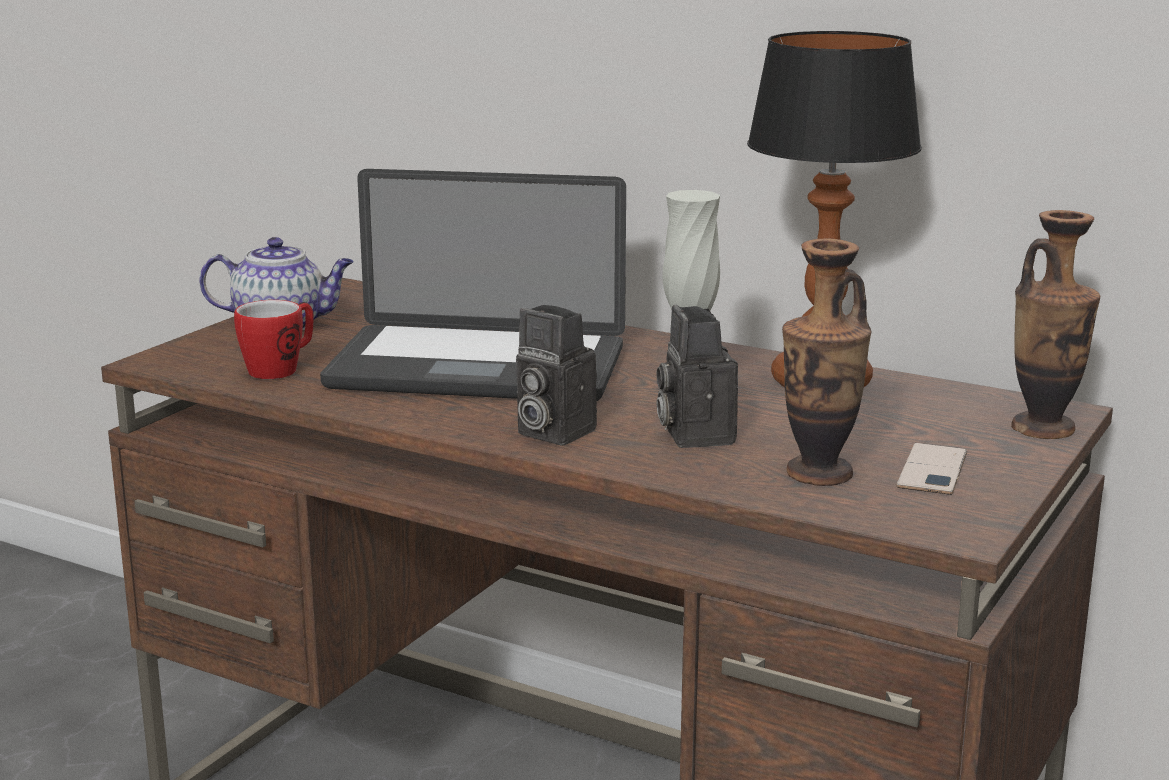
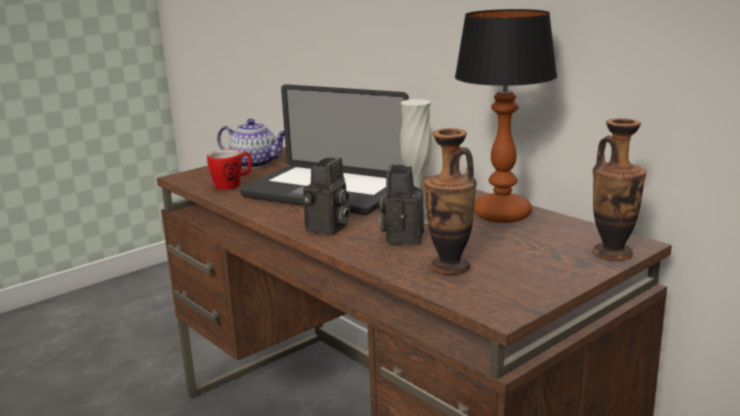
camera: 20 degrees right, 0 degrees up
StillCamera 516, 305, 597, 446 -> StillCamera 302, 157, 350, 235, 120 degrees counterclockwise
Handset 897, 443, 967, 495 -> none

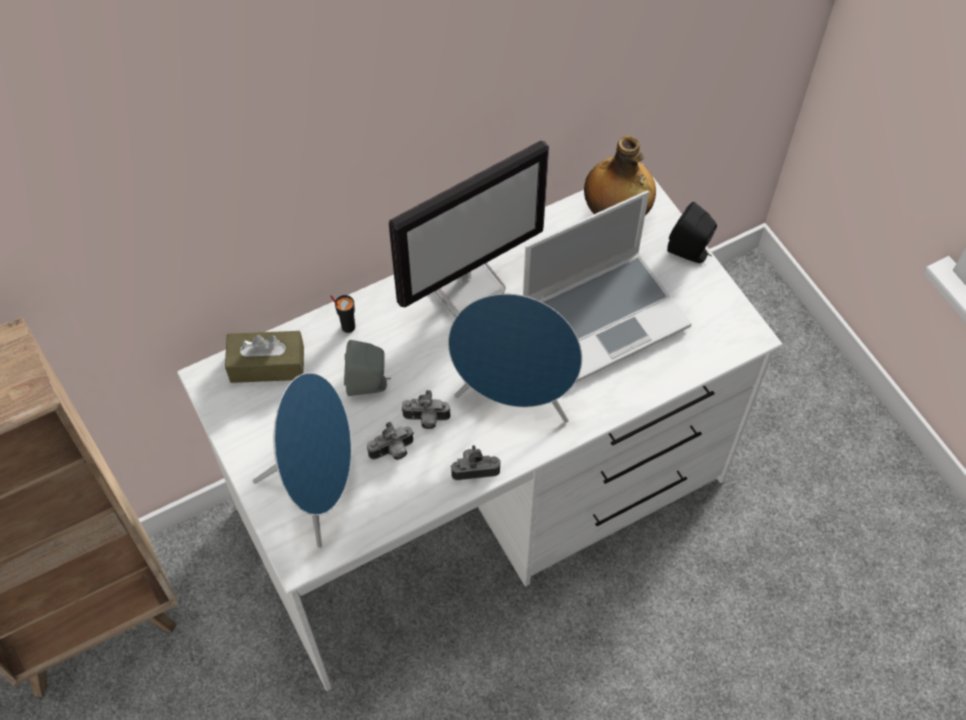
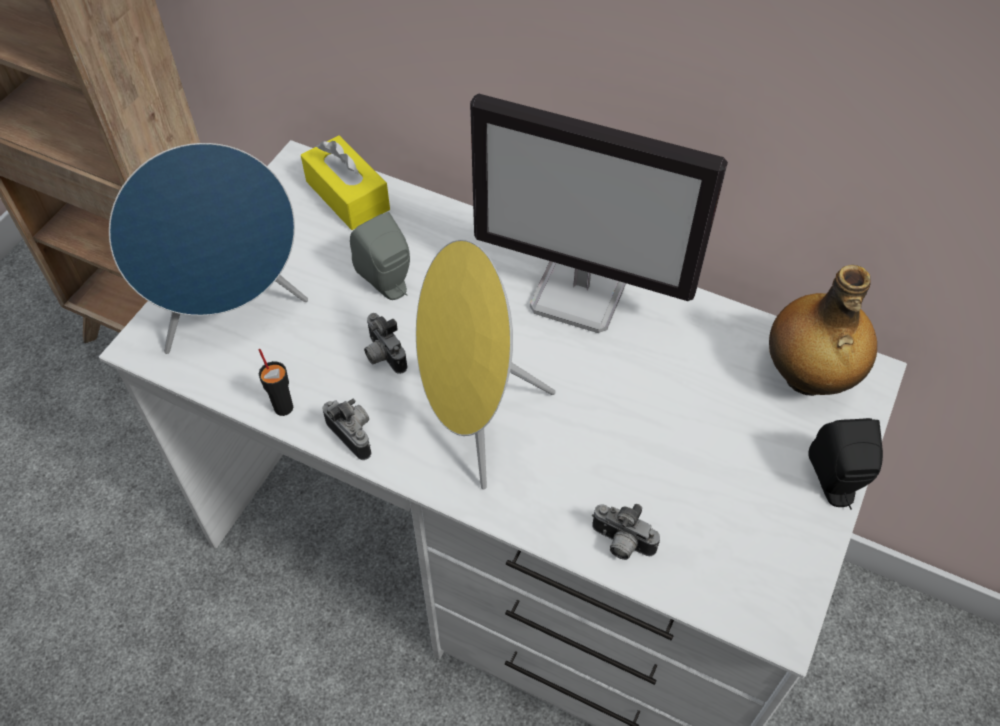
camera: 55 degrees right, 5 degrees down
NotebookComputer 523, 190, 691, 383 -> none
BluishLoudspeaker 448, 294, 582, 423 -> YellowLoudspeaker 416, 239, 556, 490
BlackColouredCup 330, 295, 355, 333 -> BlackColouredCup 259, 349, 293, 416, moved
BrownishTissueBox 225, 331, 304, 383 -> YellowTissueBox 301, 136, 390, 230
StillCamera 367, 422, 414, 460 -> StillCamera 592, 504, 660, 560, moved

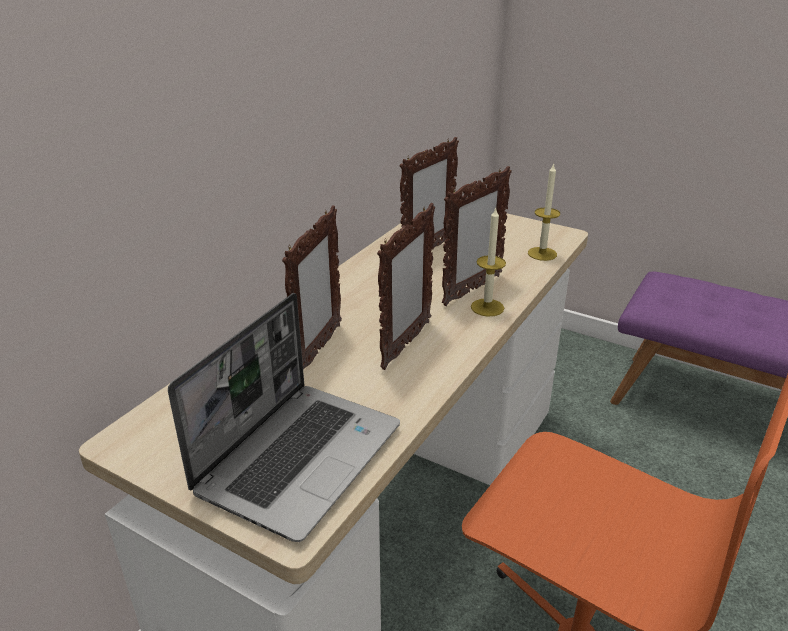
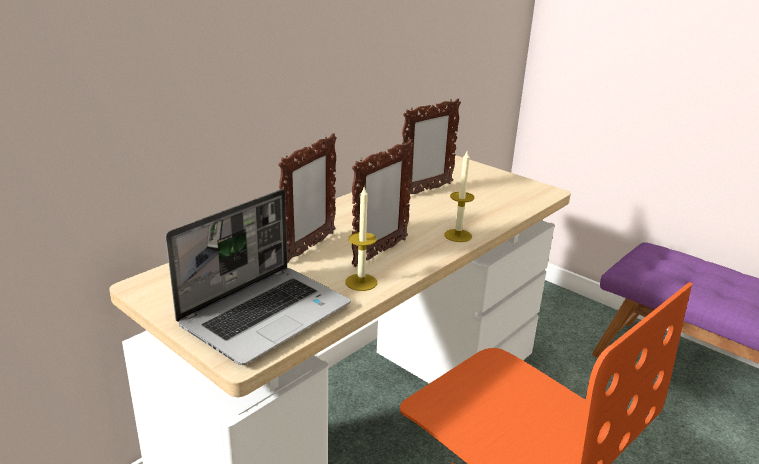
camera: 10 degrees right, 5 degrees down
Candle 528, 163, 560, 261 -> Candle 345, 187, 377, 291, moved
PictureFrame 442, 166, 512, 306 -> none

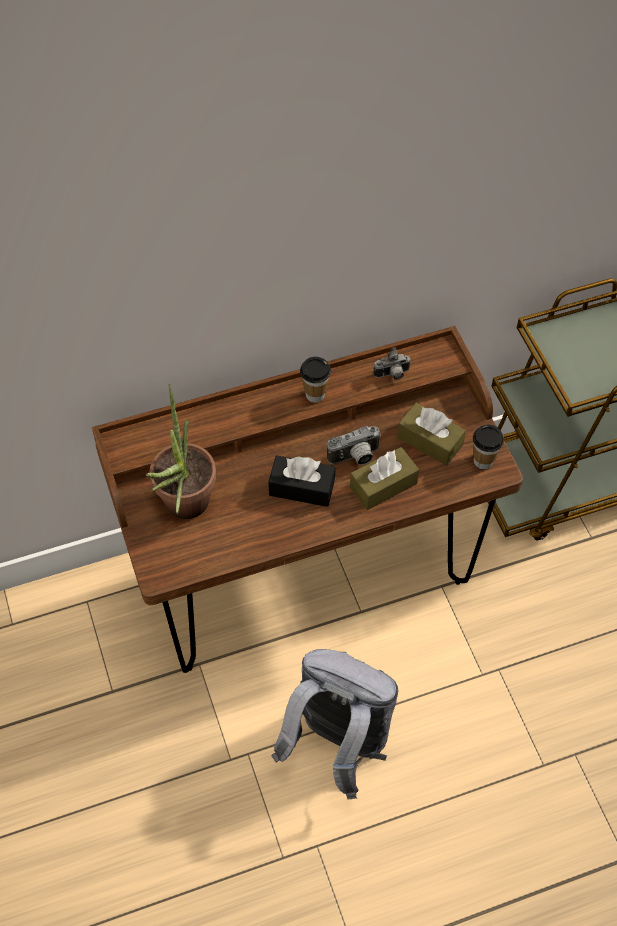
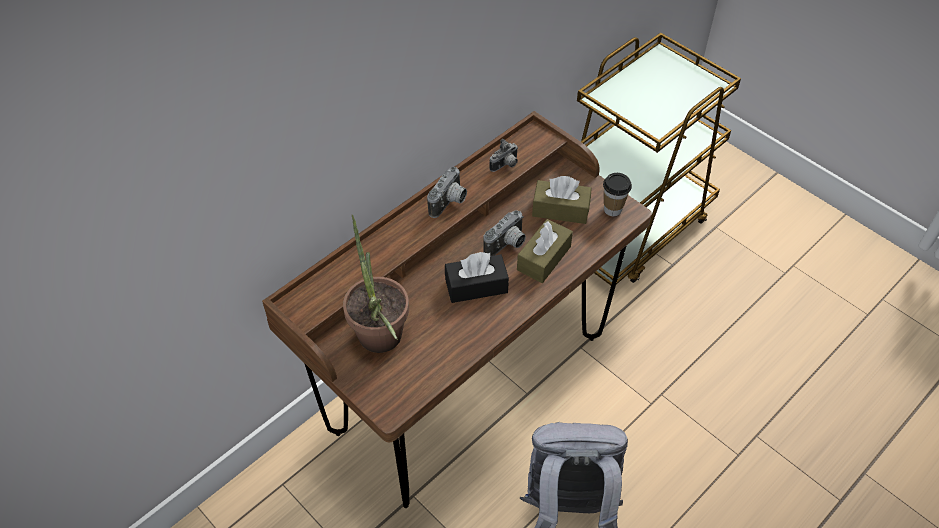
camera: 25 degrees left, 5 degrees down
Cup 300, 357, 331, 403 -> StillCamera 427, 167, 467, 218

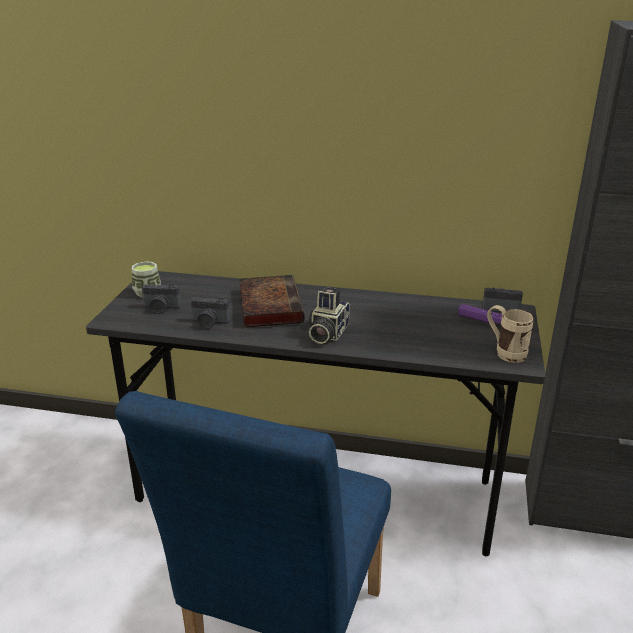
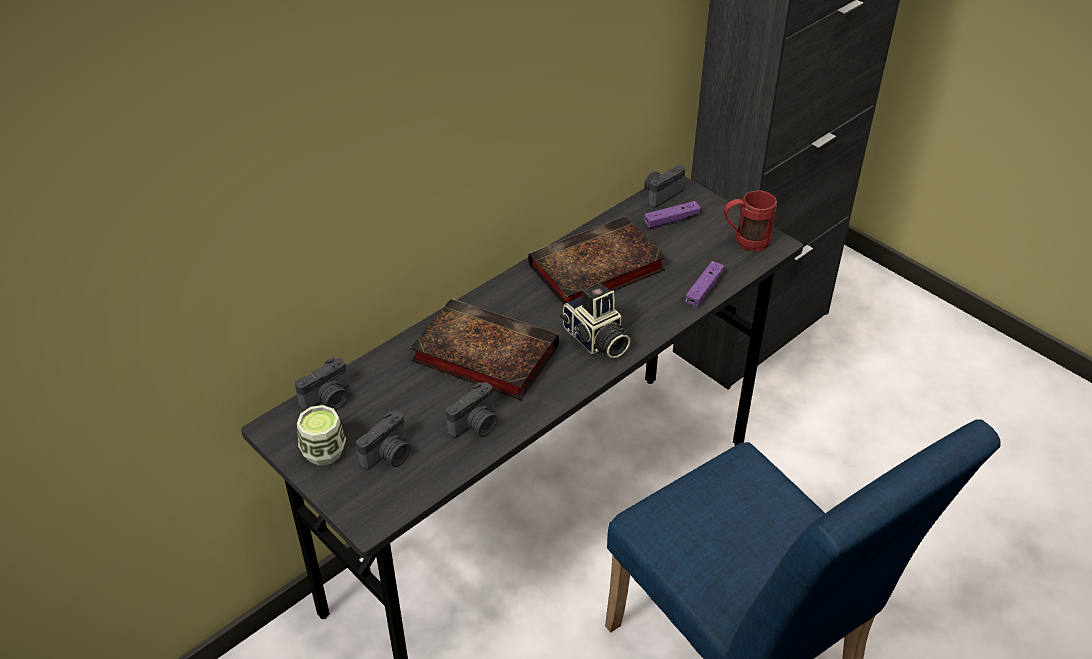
camera: 55 degrees left, 15 degrees up
BeigeColouredMug 487, 305, 533, 363 -> ReddishMug 724, 190, 777, 251
none -> BoundBook 528, 216, 666, 305
none -> PurpleColouredJoypad 685, 261, 725, 307
none -> StillCamera 295, 357, 349, 411

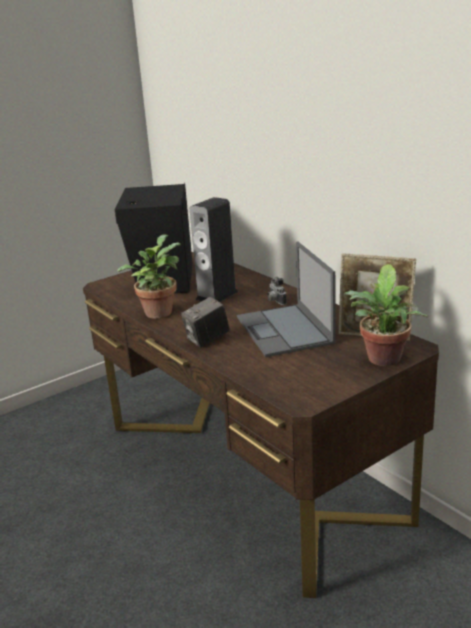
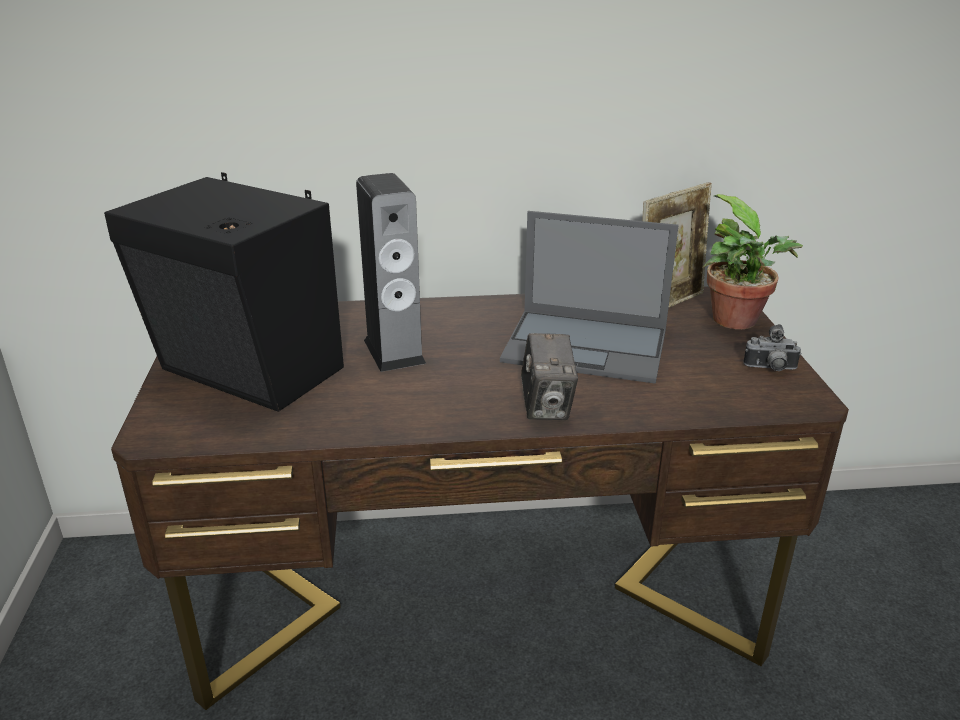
camera: 60 degrees left, 5 degrees up
PlantInAPot 117, 235, 181, 319 -> none
StillCamera 267, 277, 287, 305 -> StillCamera 743, 324, 801, 371, moved

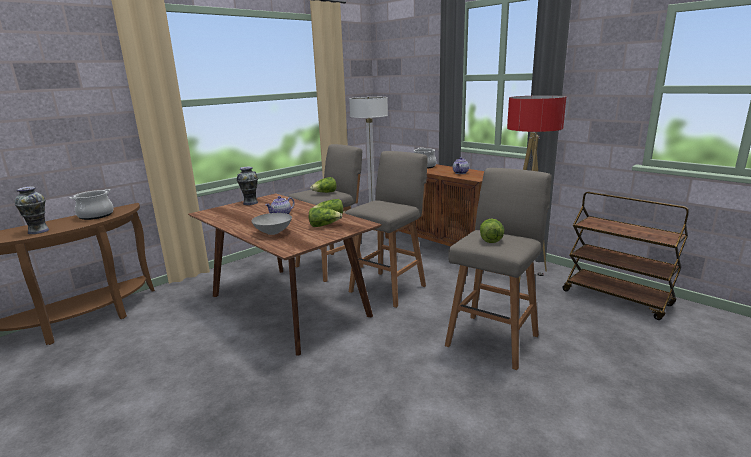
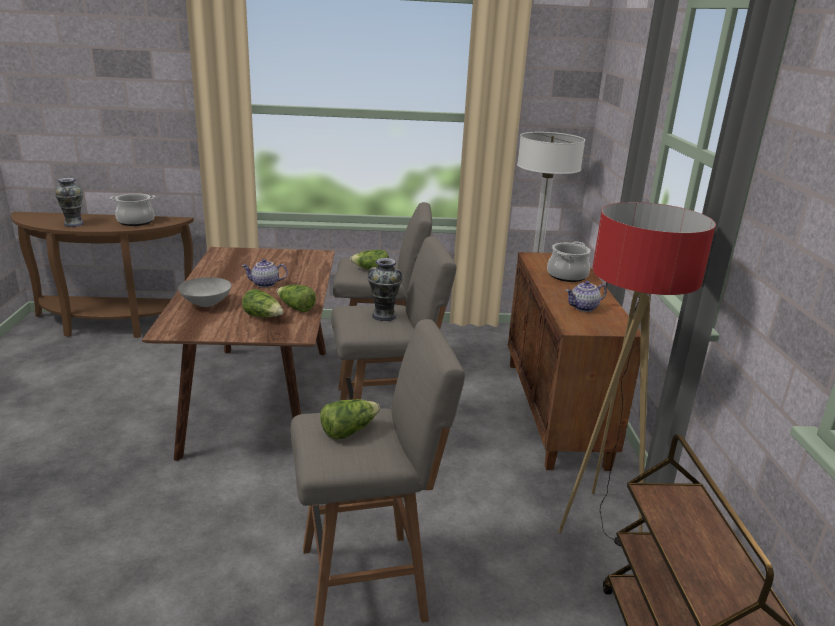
camera: 40 degrees right, 5 degrees up
DecorativeVase 236, 167, 258, 205 -> DecorativeVase 368, 258, 402, 321, moved

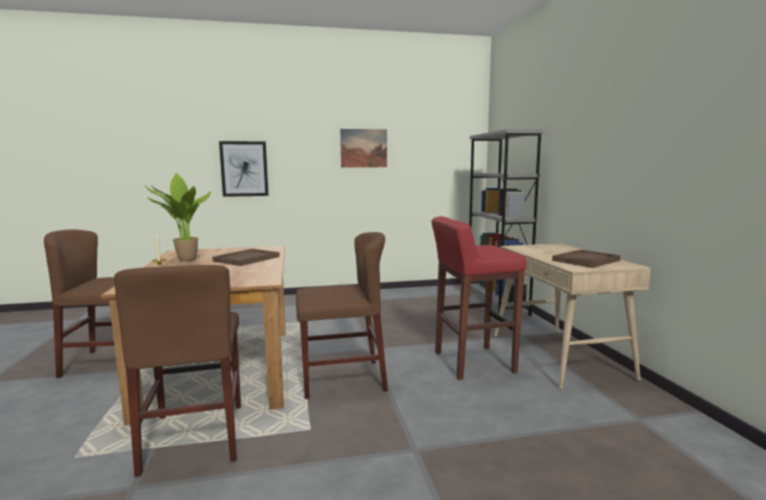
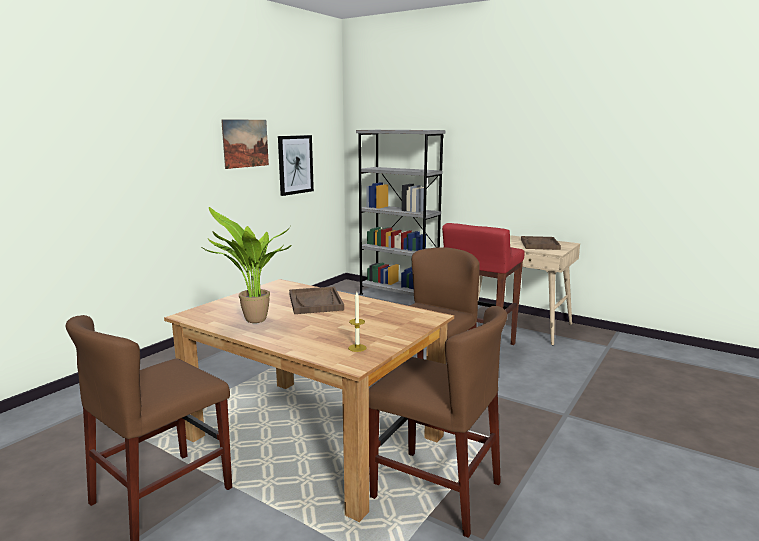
camera: 45 degrees left, 5 degrees up
Picture 219, 141, 269, 197 -> Picture 278, 135, 314, 196, moved

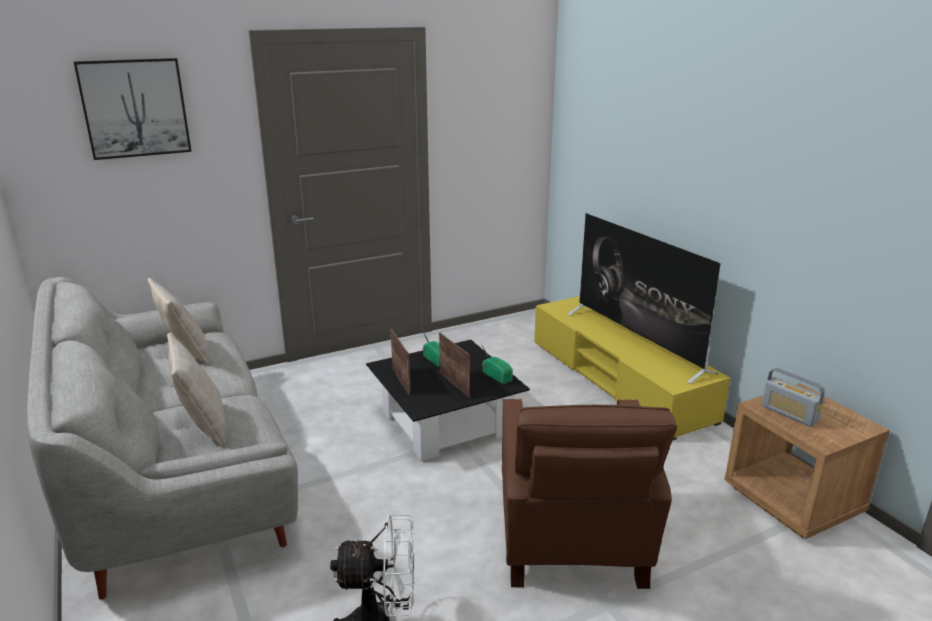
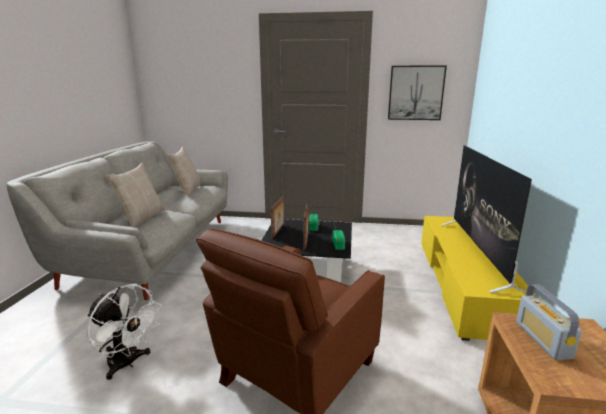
camera: 35 degrees right, 5 degrees down
Picture 74, 58, 192, 160 -> Picture 388, 65, 447, 120, moved

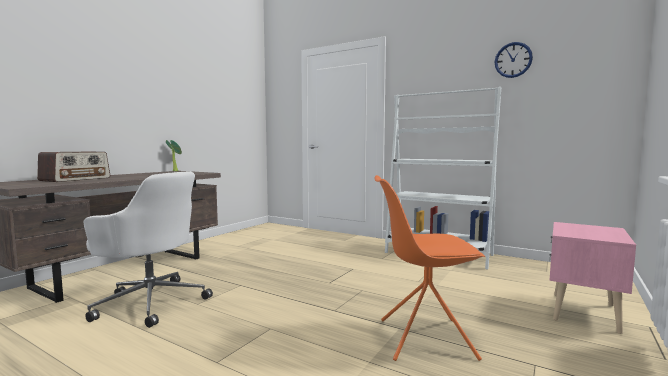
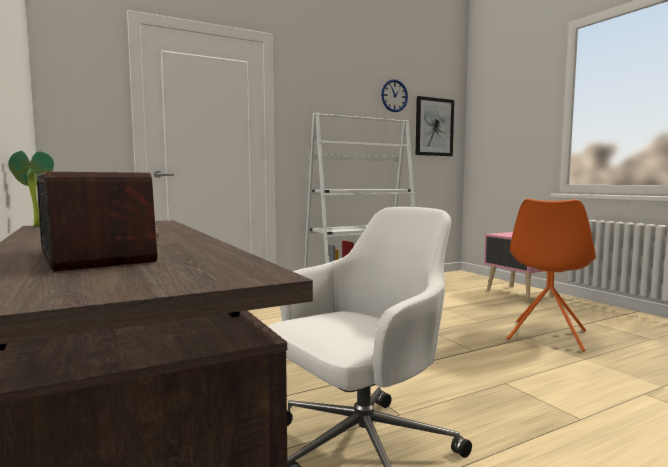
camera: 60 degrees left, 0 degrees up
none -> Picture 416, 96, 454, 156

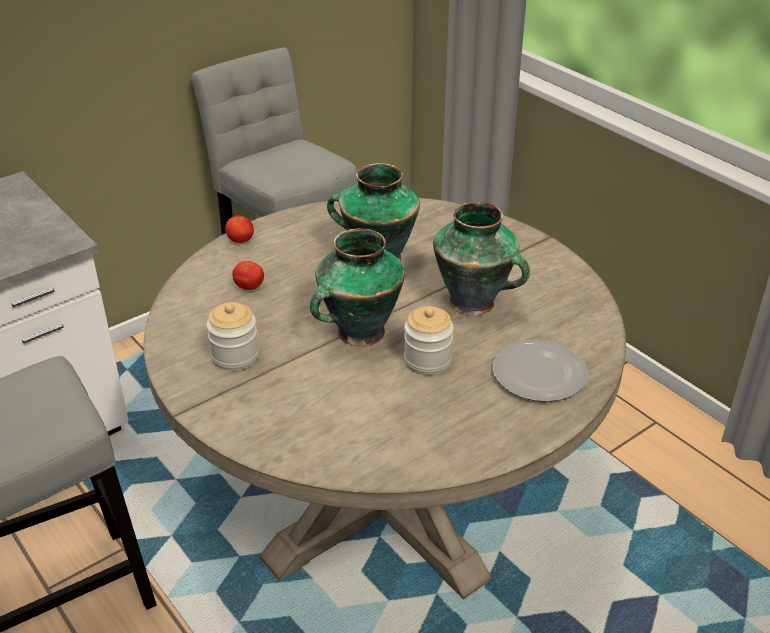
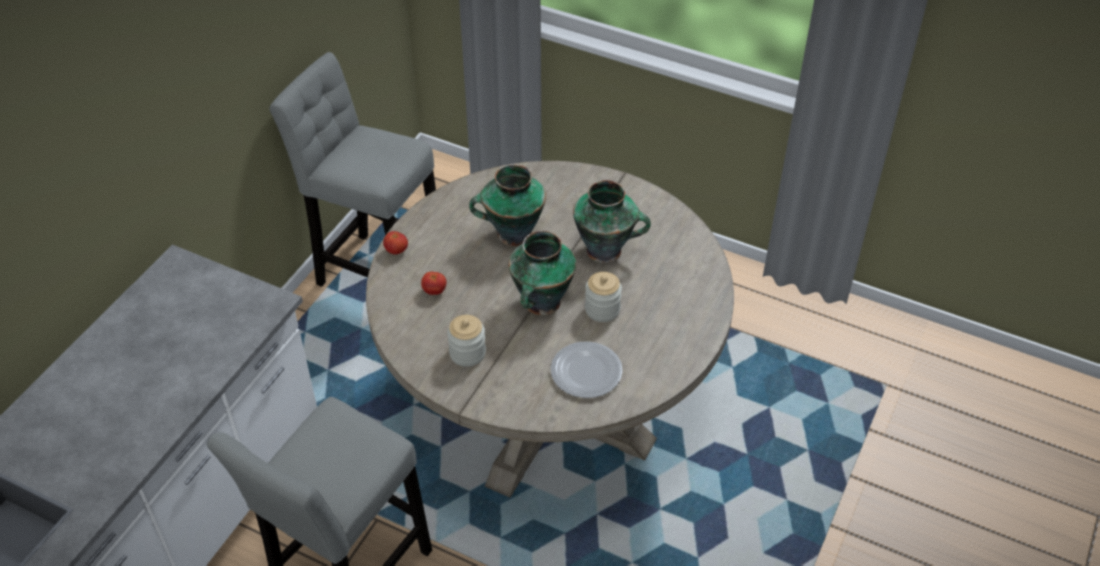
camera: 25 degrees left, 10 degrees up
DinnerPlate 493, 340, 588, 402 -> DinnerPlate 551, 341, 623, 398, moved

